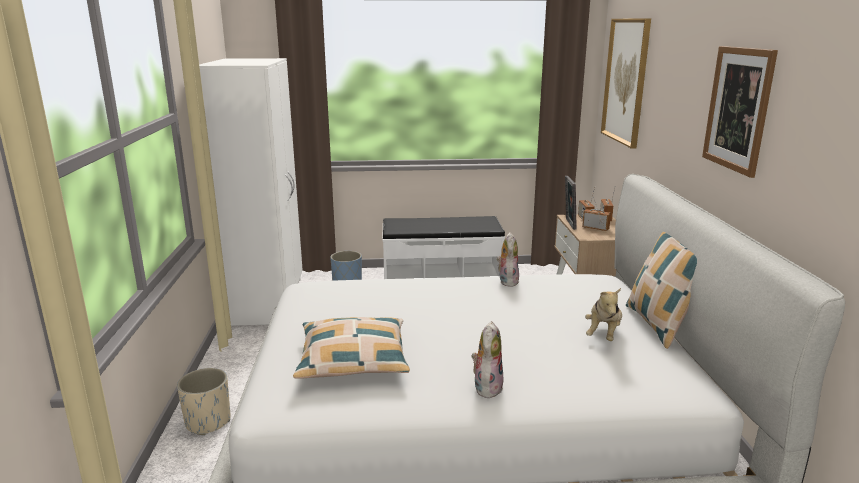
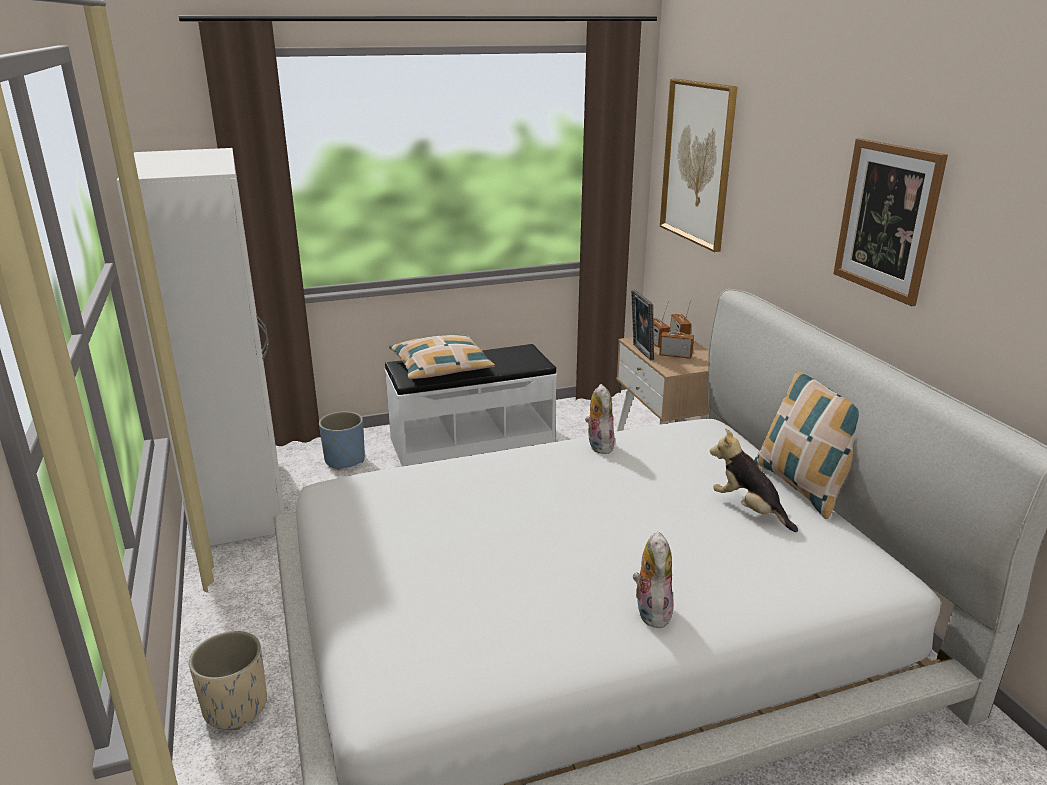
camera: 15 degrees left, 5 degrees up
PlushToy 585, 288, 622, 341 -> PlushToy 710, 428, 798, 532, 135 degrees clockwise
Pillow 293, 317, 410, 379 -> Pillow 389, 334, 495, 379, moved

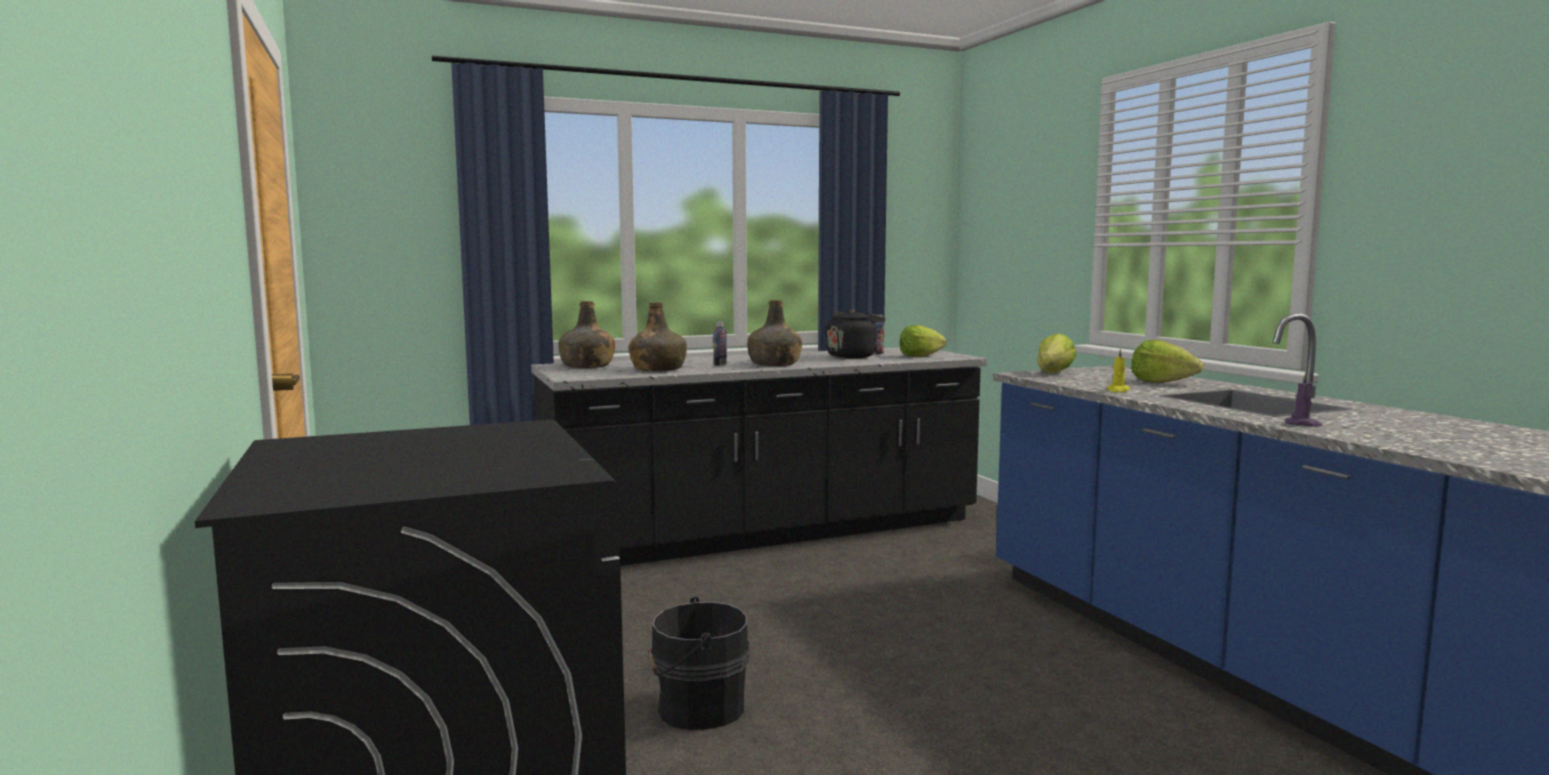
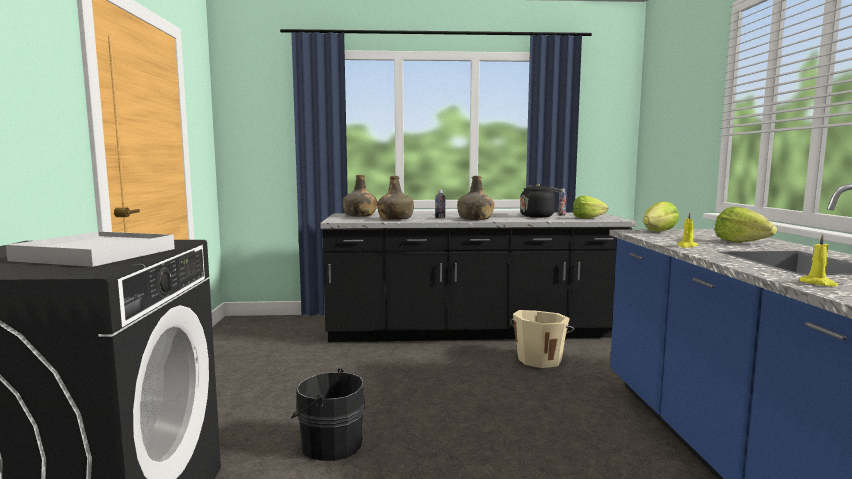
camera: 20 degrees right, 0 degrees up
PurpleColouredCandle 1285, 372, 1322, 427 -> YellowCandle 800, 234, 838, 286
none -> WhiteServingTray 6, 231, 175, 267
none -> BeigeColouredBucket 510, 310, 575, 368

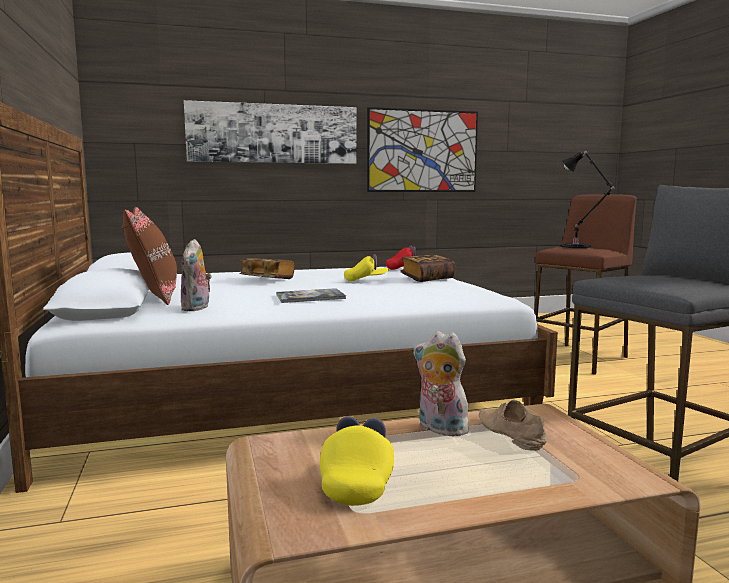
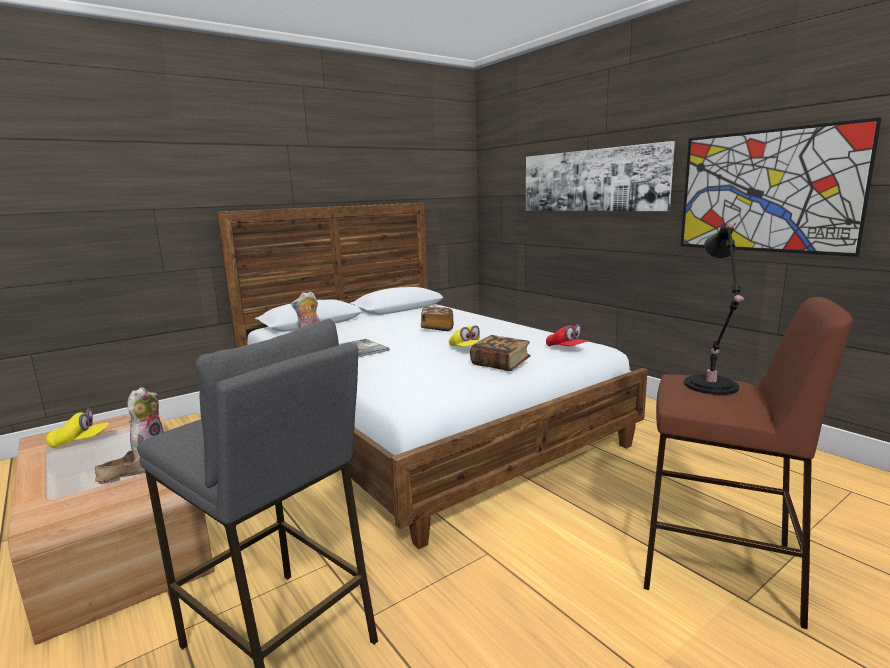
camera: 70 degrees right, 5 degrees up
BrownishPillow 121, 207, 177, 305 -> none

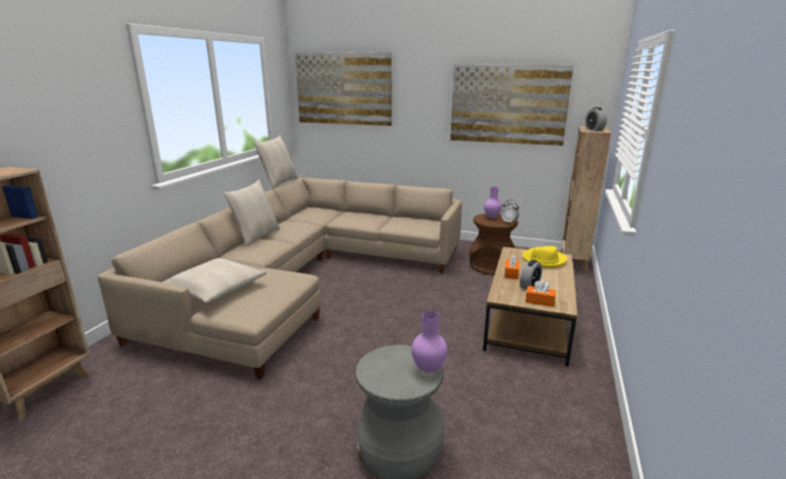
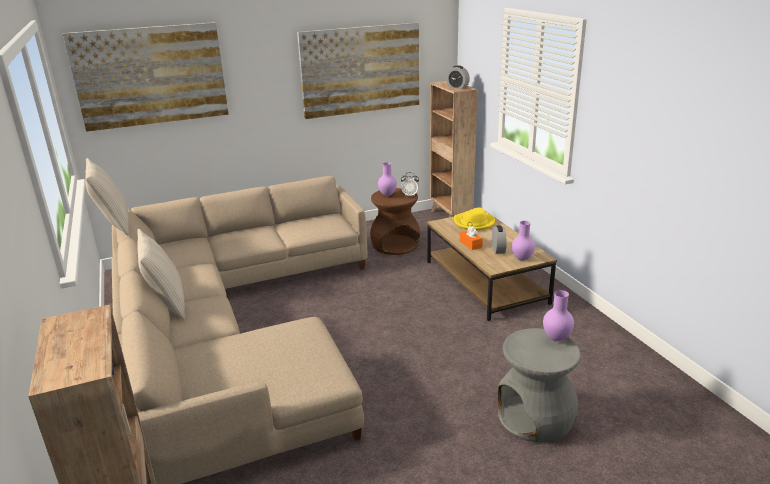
camera: 40 degrees left, 5 degrees up
BeigeColouredPillow 163, 258, 267, 303 -> none
OrangeColouredTissueBox 526, 280, 556, 307 -> PurpleColouredDecorativeVase 512, 221, 535, 261

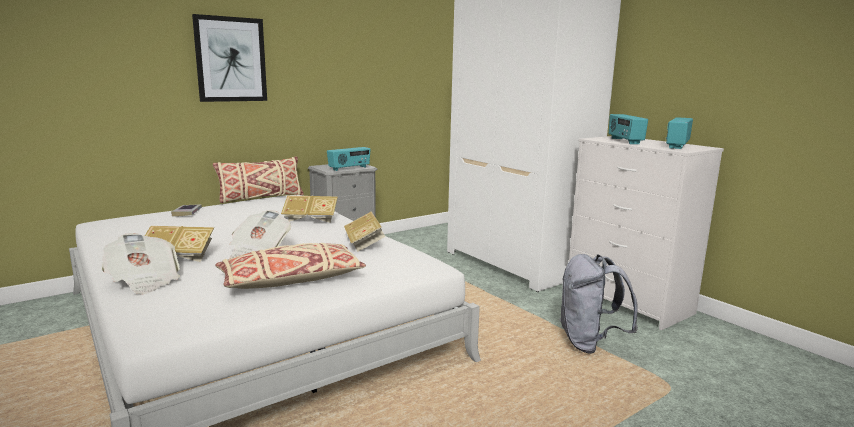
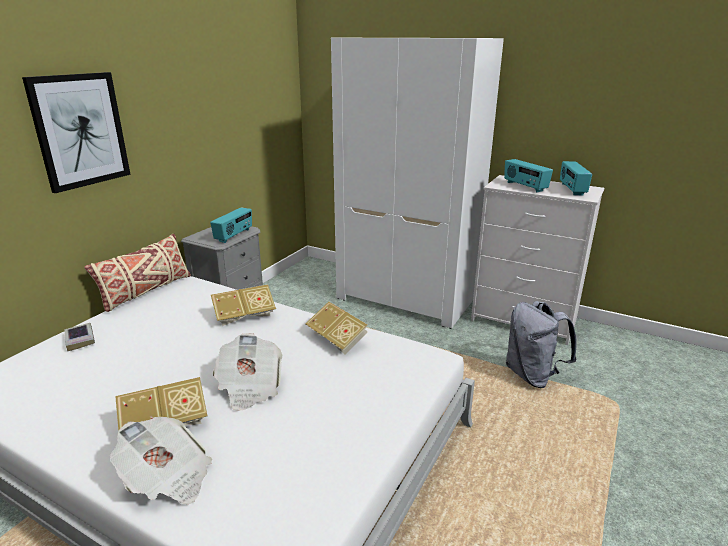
camera: 25 degrees left, 10 degrees up
BeigeColouredPillow 215, 243, 366, 289 -> none

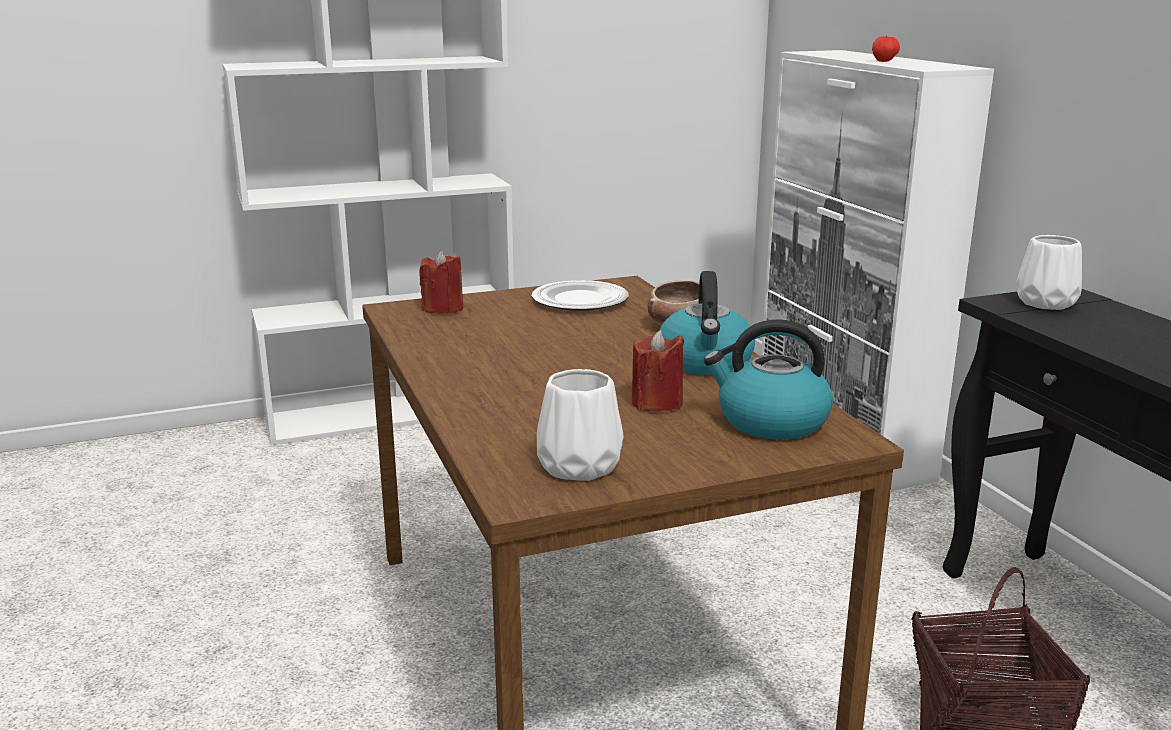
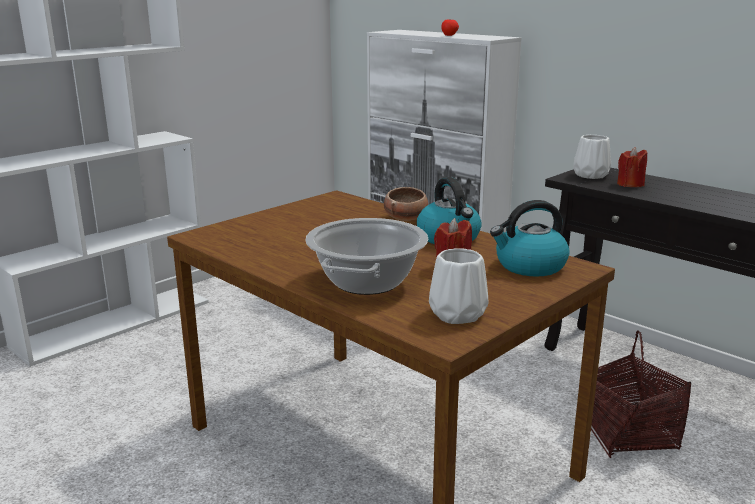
camera: 25 degrees left, 0 degrees up
ReddishCandle 419, 250, 463, 314 -> ReddishCandle 617, 147, 647, 187, moved
DinnerPlate 532, 280, 629, 311 -> none
none -> CookingPot 305, 218, 428, 295

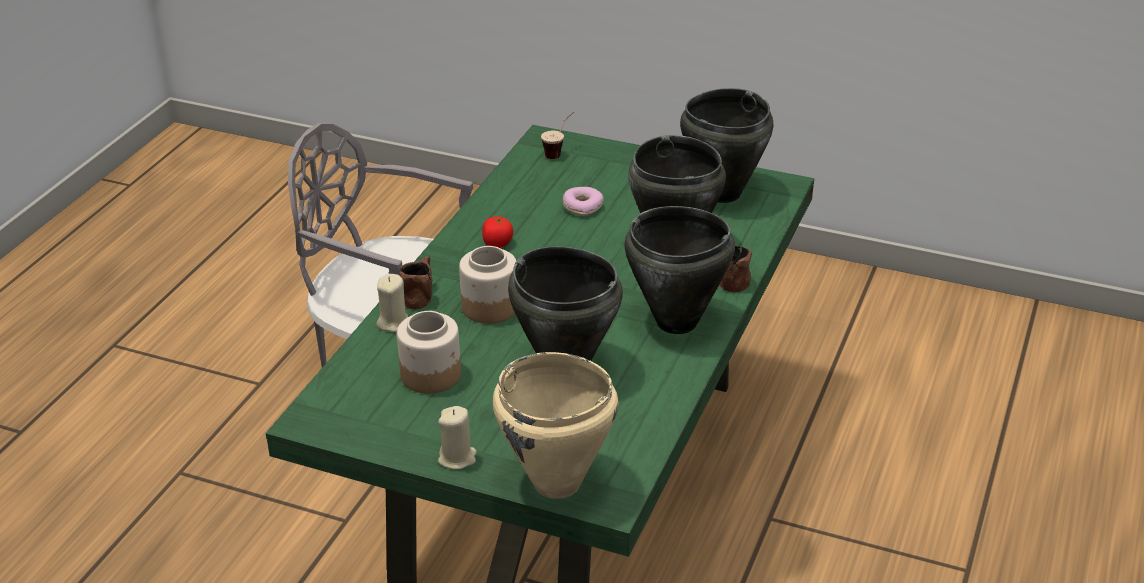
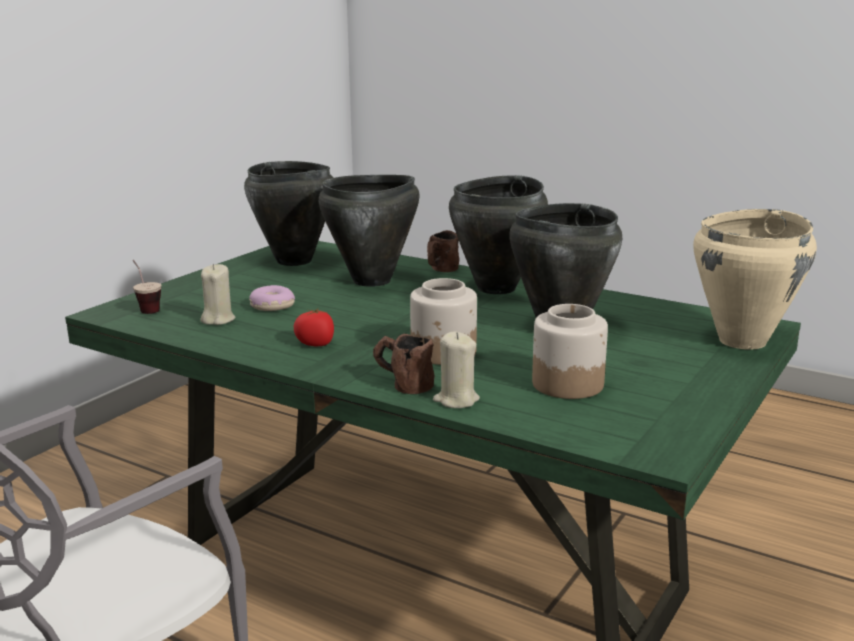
camera: 80 degrees left, 15 degrees down
BeigeColouredCandle 438, 406, 477, 469 -> BeigeColouredCandle 200, 264, 235, 325, moved

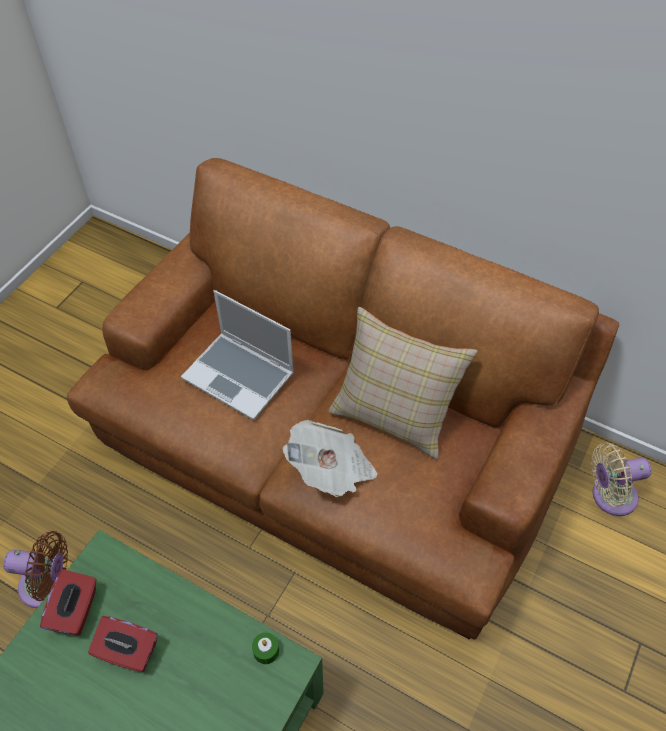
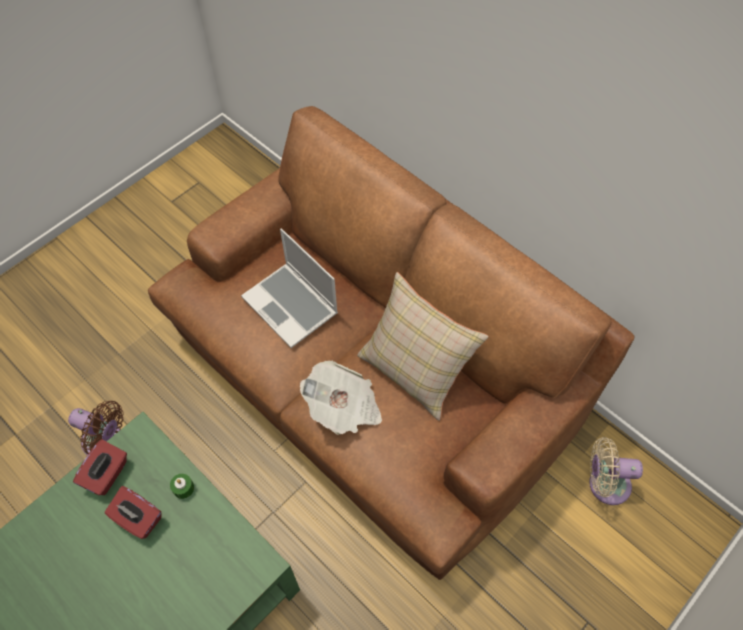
camera: 15 degrees right, 5 degrees up
GreenishCandle 252, 633, 279, 664 -> GreenishCandle 170, 474, 194, 499, moved

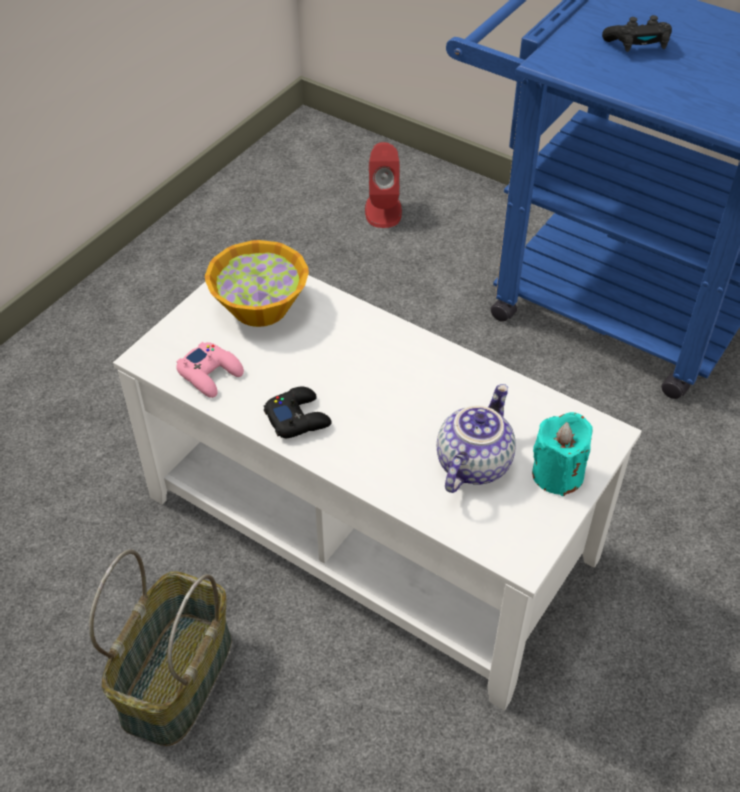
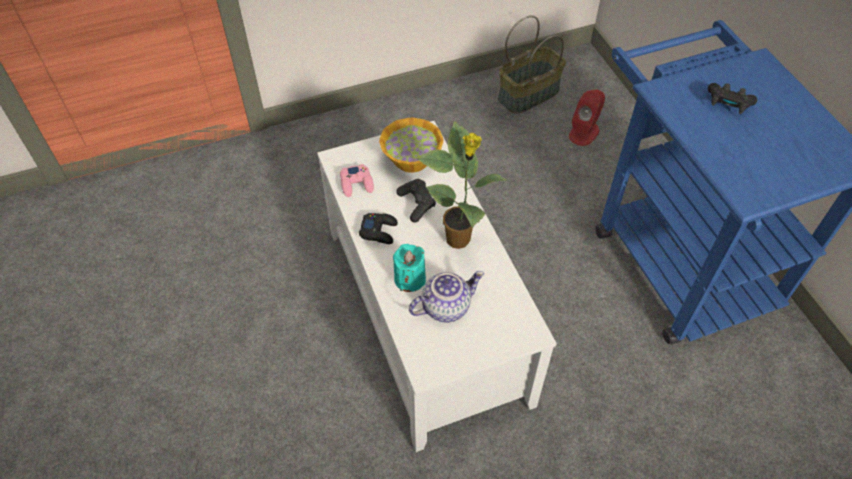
camera: 35 degrees right, 5 degrees up
TurquoiseColouredCandle 532, 412, 592, 496 -> TurquoiseColouredCandle 393, 244, 426, 292, moved
Basket 89, 550, 232, 746 -> Basket 498, 15, 566, 114, moved
none -> PlantInAPot 417, 121, 507, 249
none -> BlackColouredJoypad 396, 179, 436, 222

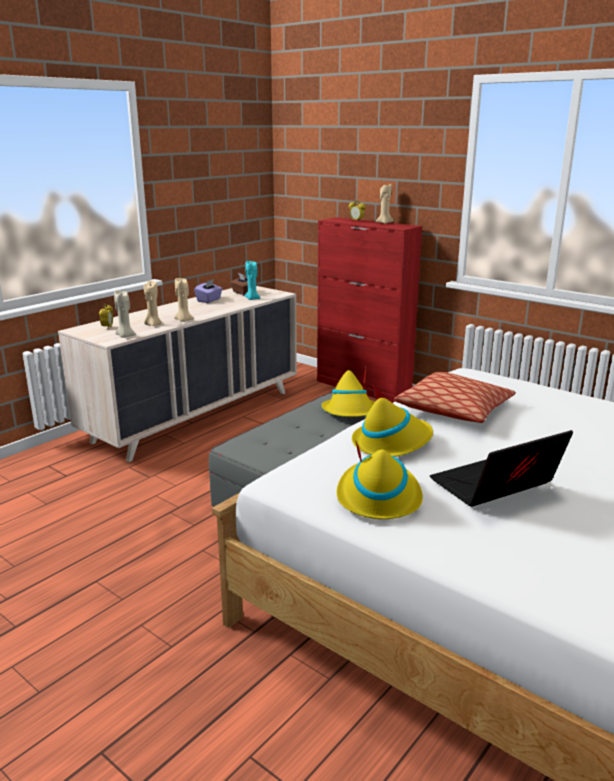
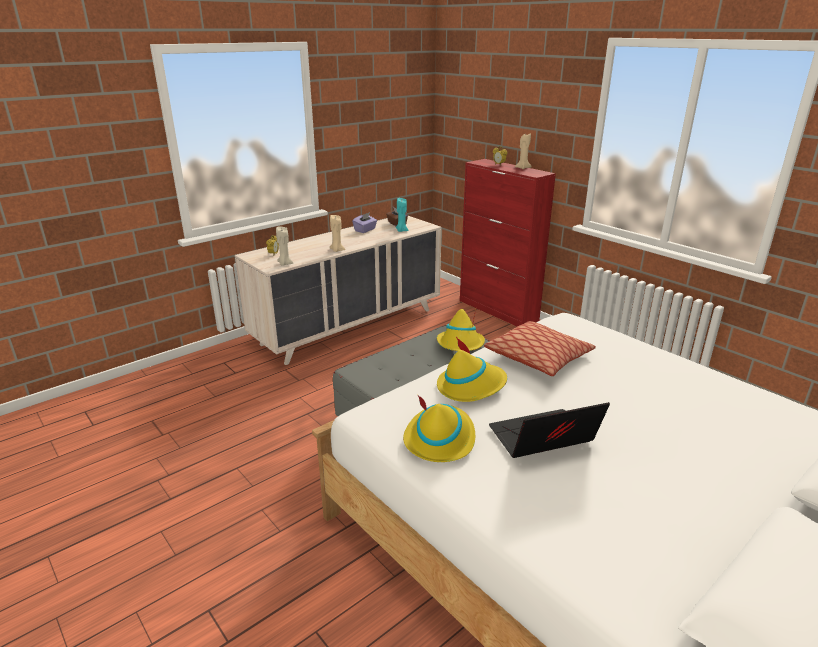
camera: 10 degrees right, 5 degrees up
BeigeColouredCandle 144, 281, 162, 326 -> none

